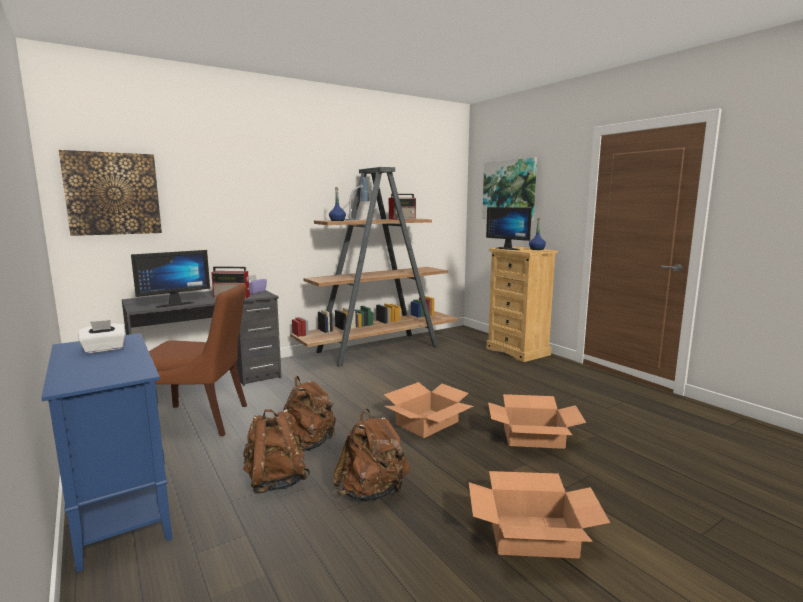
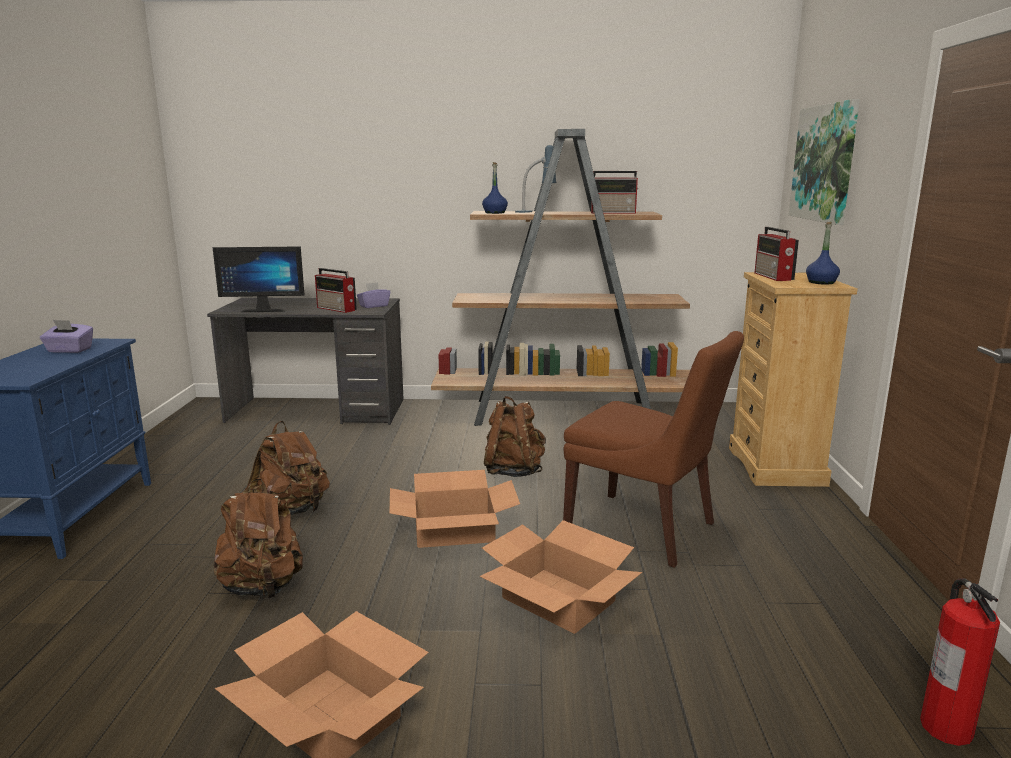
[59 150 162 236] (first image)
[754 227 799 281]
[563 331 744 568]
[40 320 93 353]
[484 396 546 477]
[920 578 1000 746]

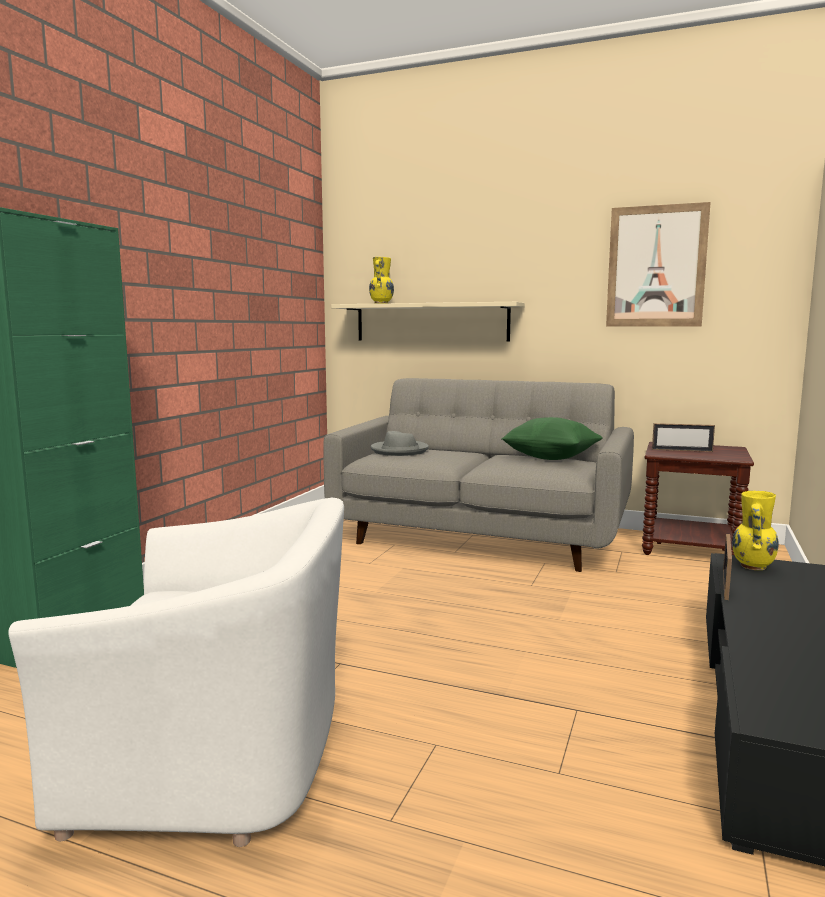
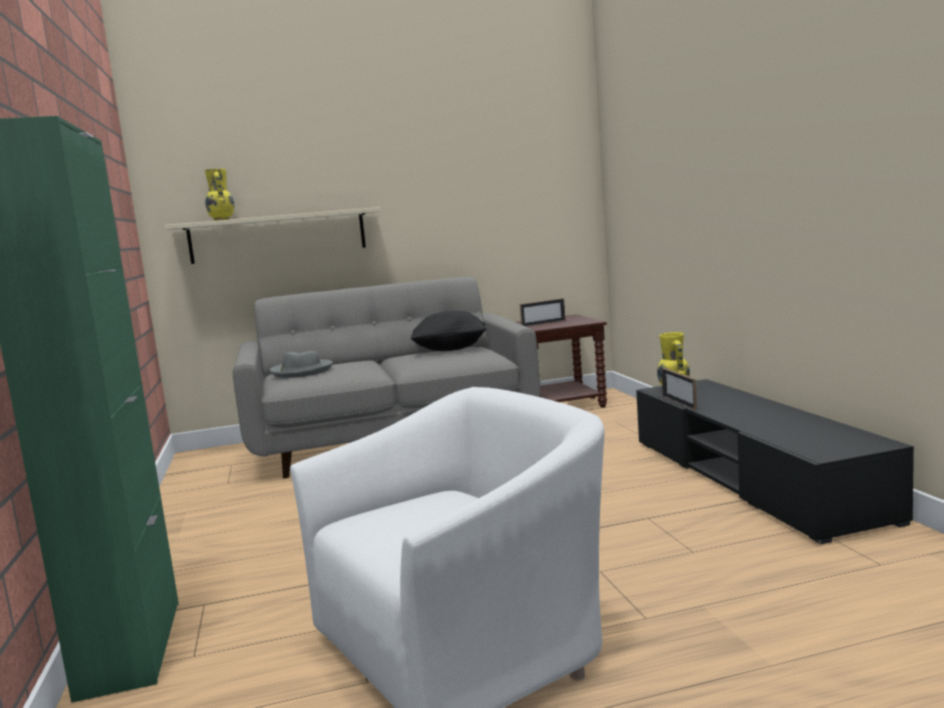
[606 202 711 327] (first image)
[410 311 487 351]

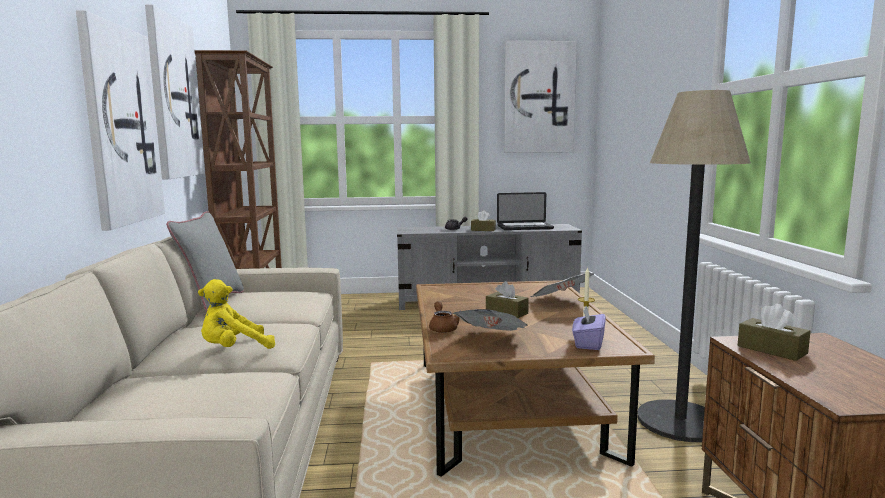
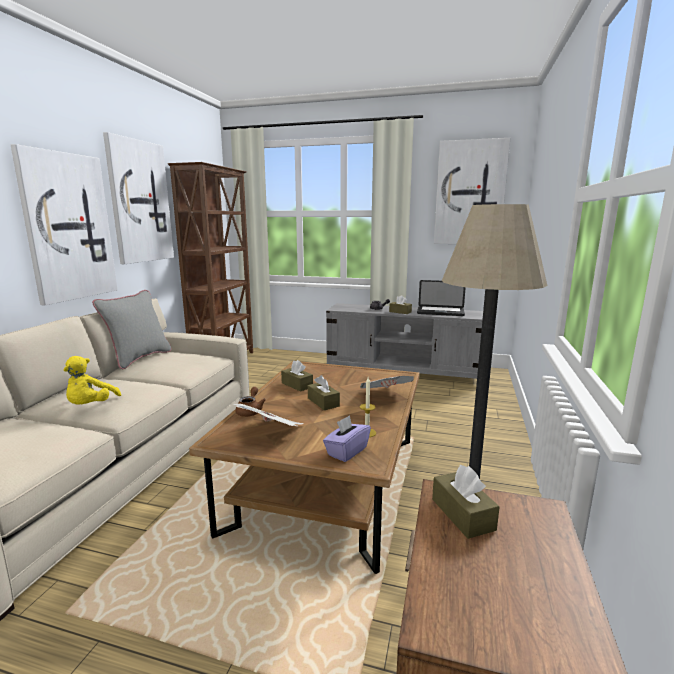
[64 356 121 405]
[281 360 313 392]

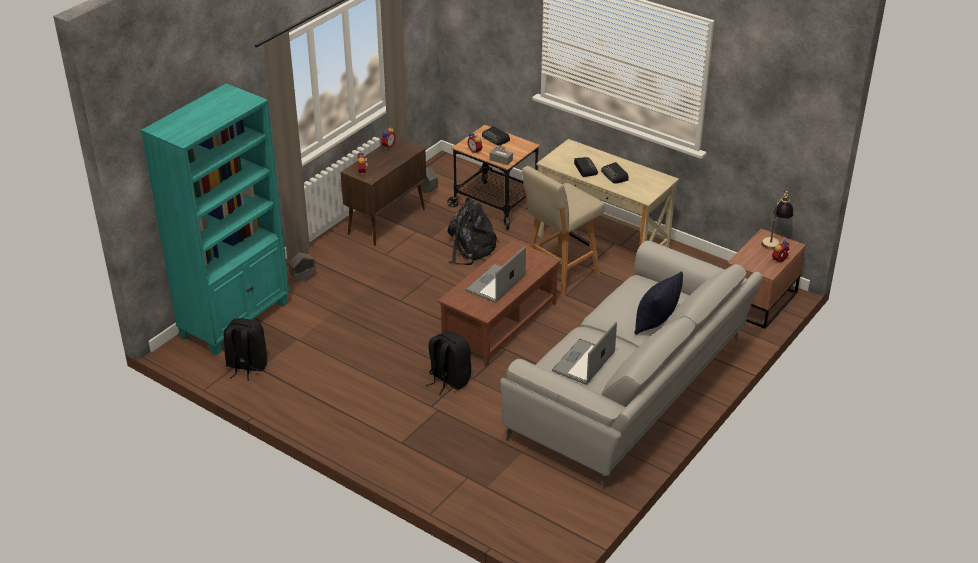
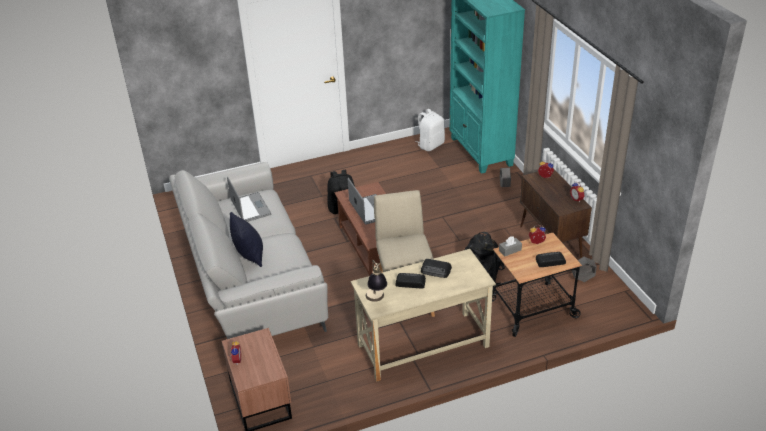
[366 260 387 302]
[416 109 445 151]

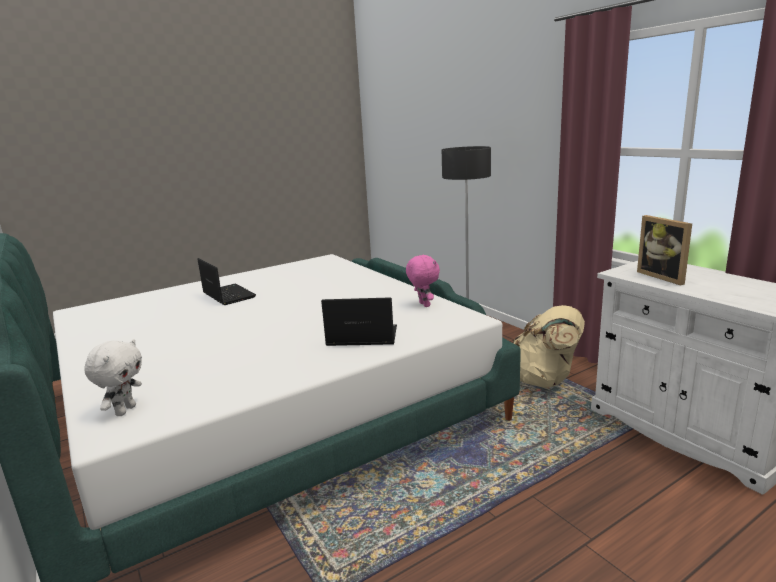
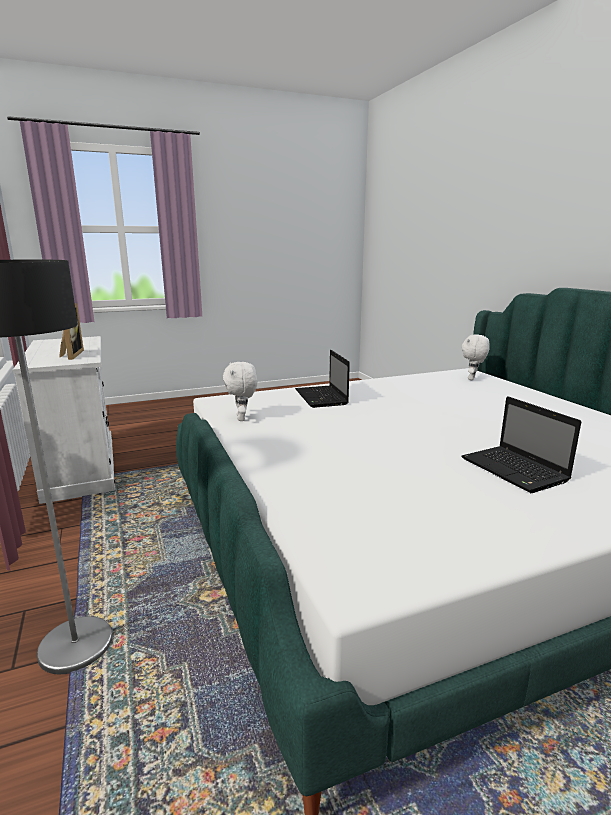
[223 362 257 421]
[295 350 350 408]
[512 305 585 388] (first image)

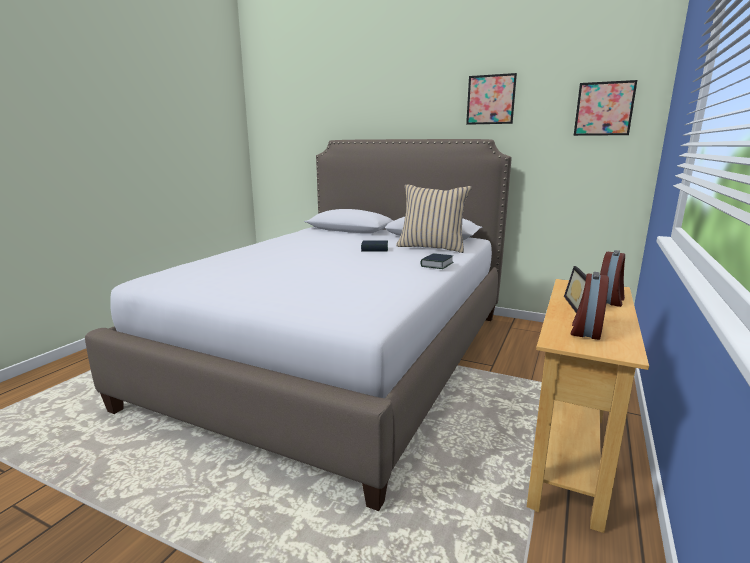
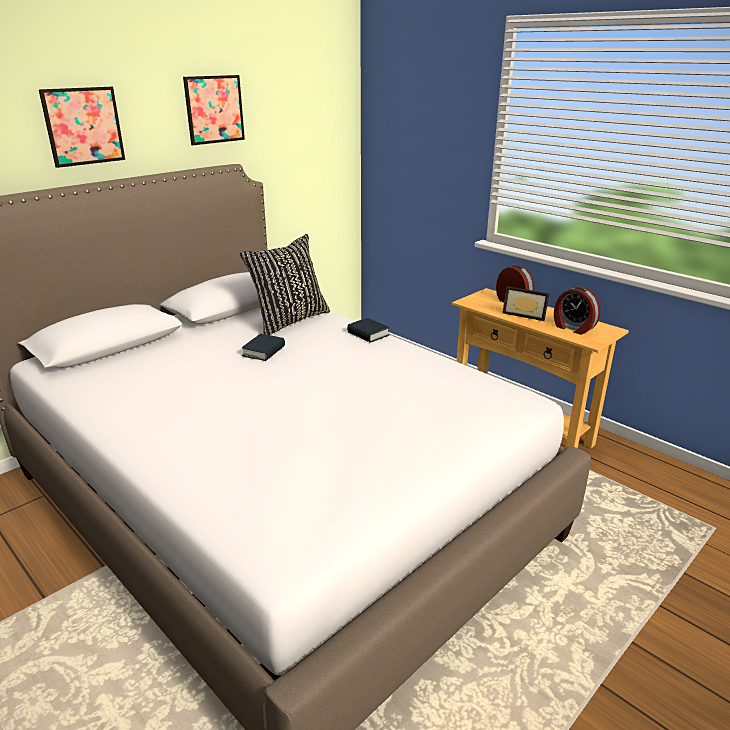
[39 87 125 168]
[240 234 330 335]

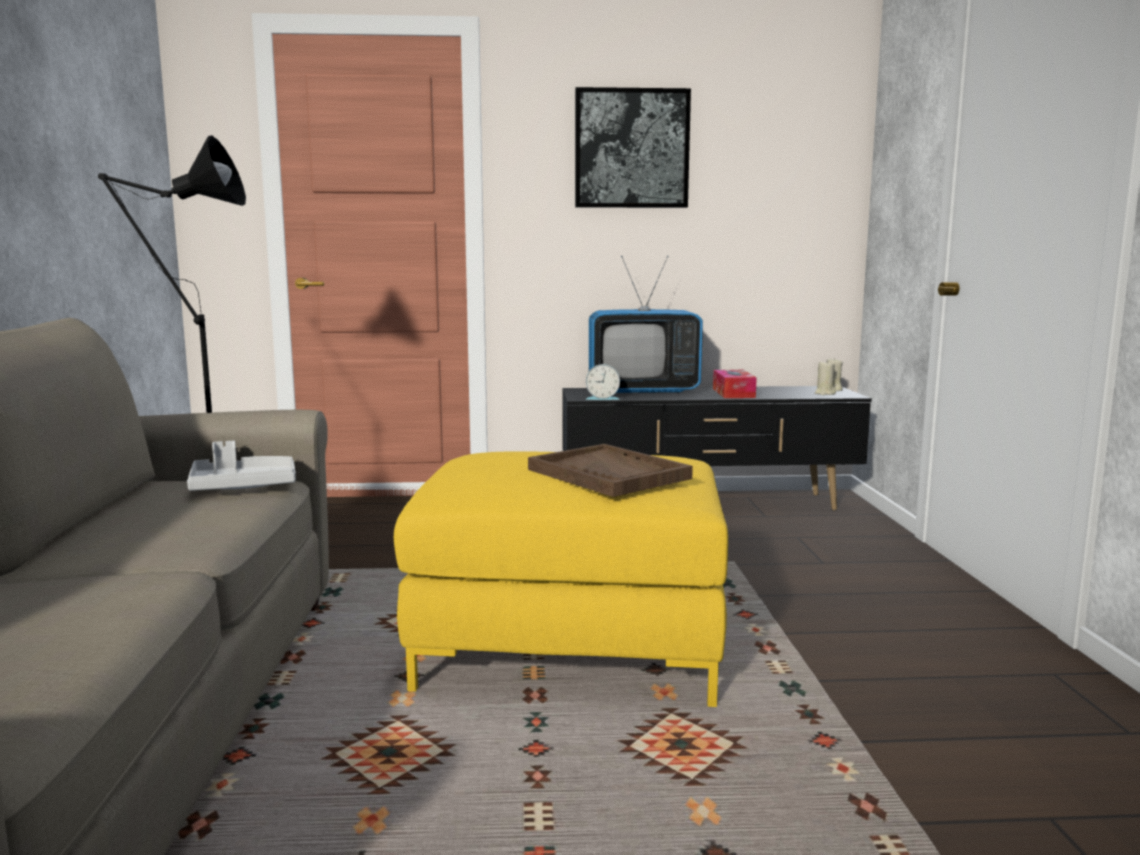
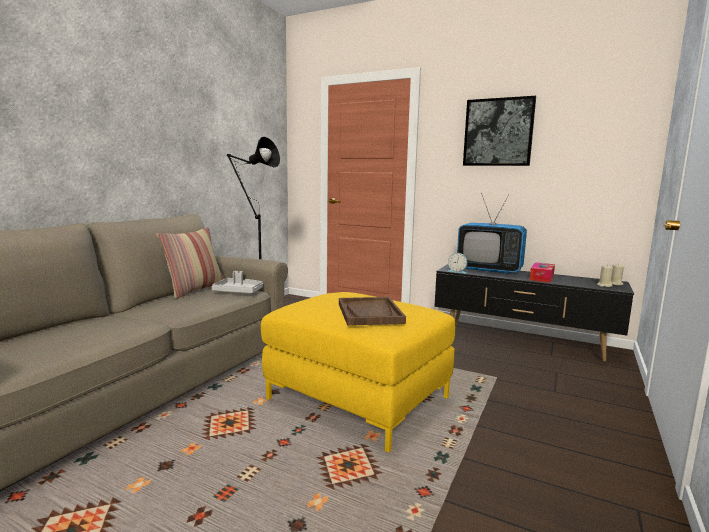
[156 228 224 299]

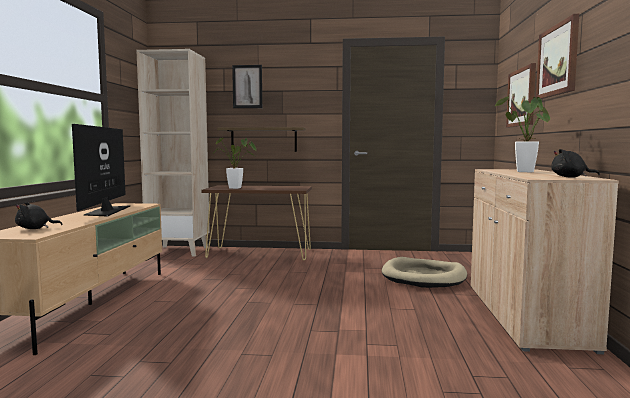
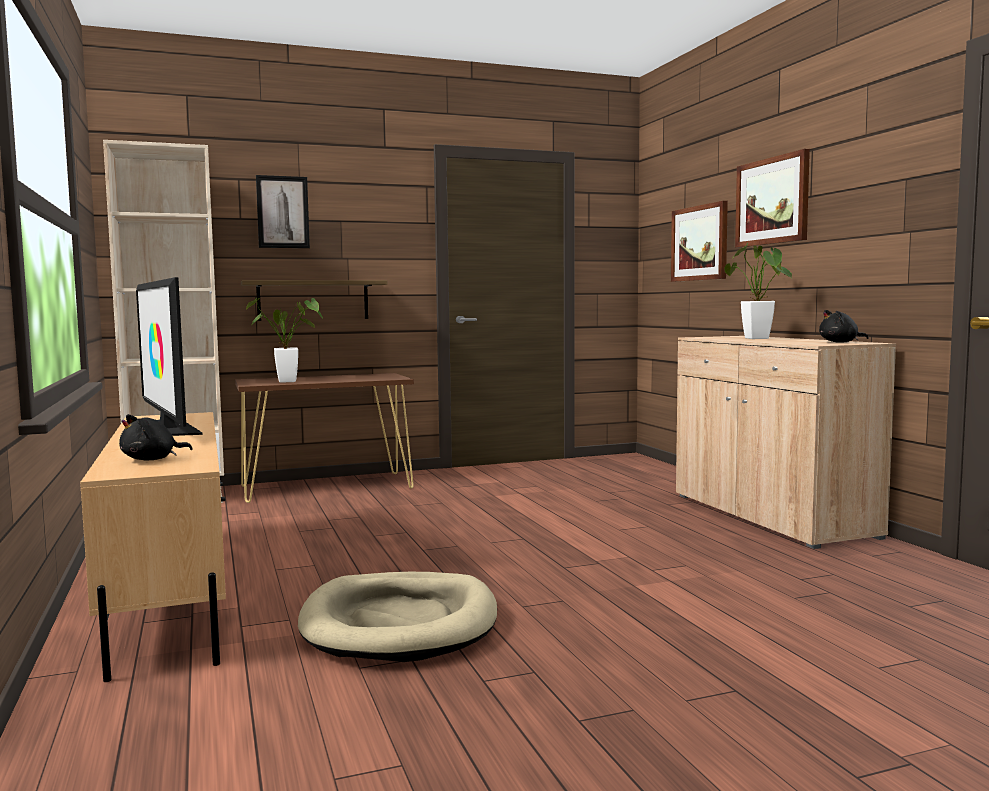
[298 572 497 662]

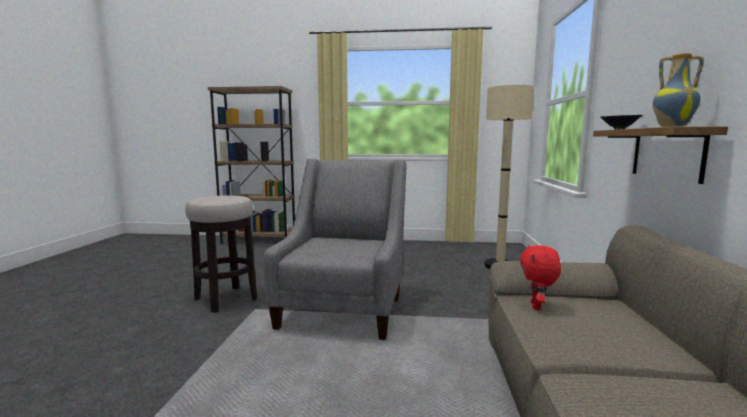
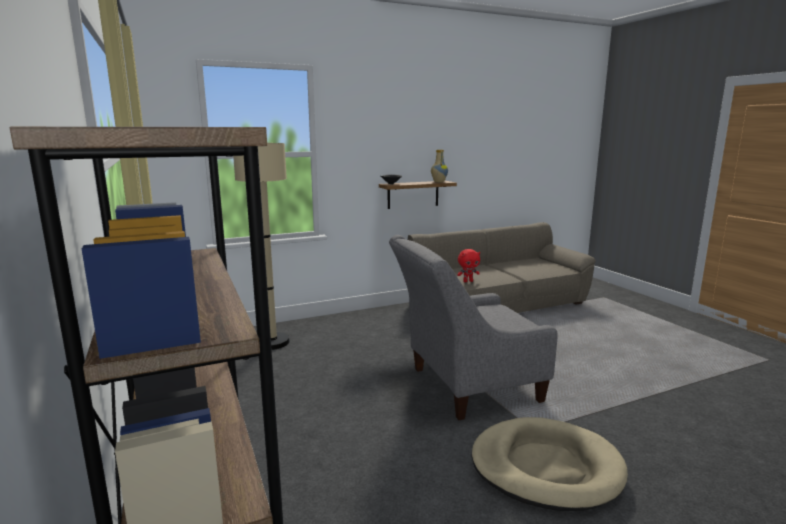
[472 417 628 511]

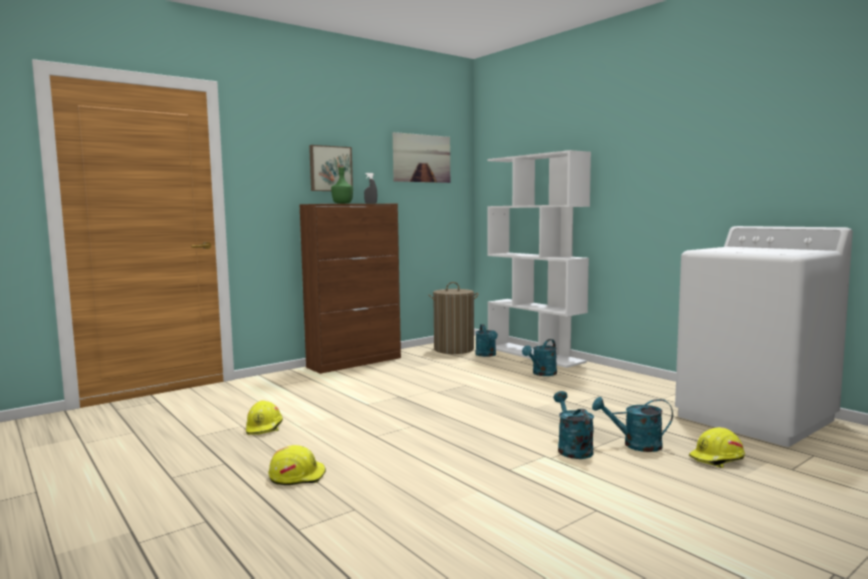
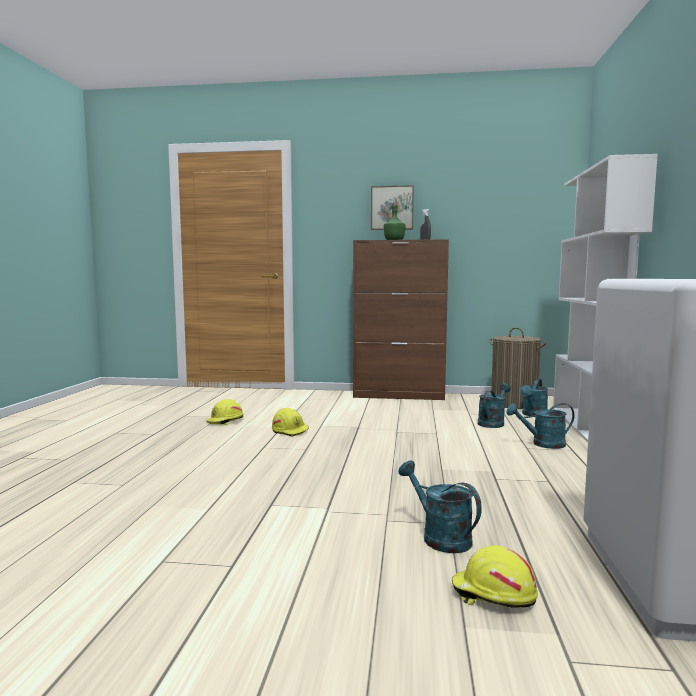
[393 132 450 183] (first image)
[478 383 511 428]
[272 408 309 437]

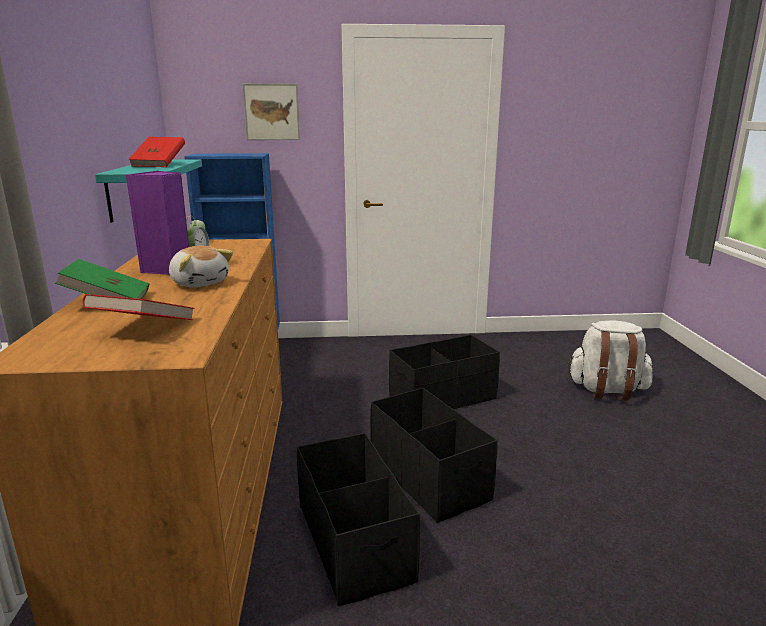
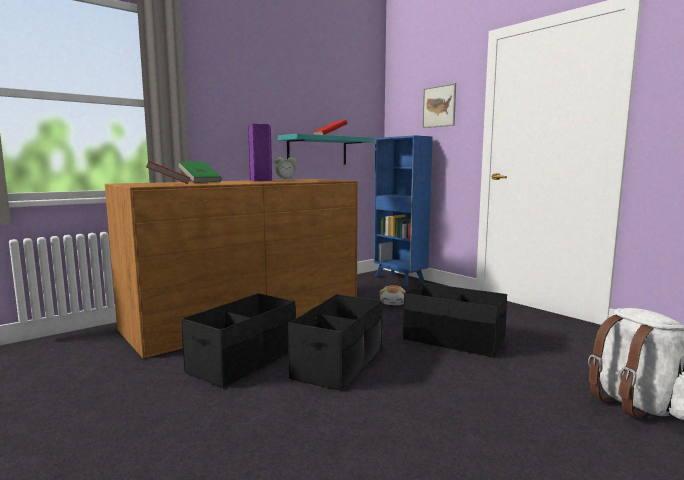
[379 285 406 305]

